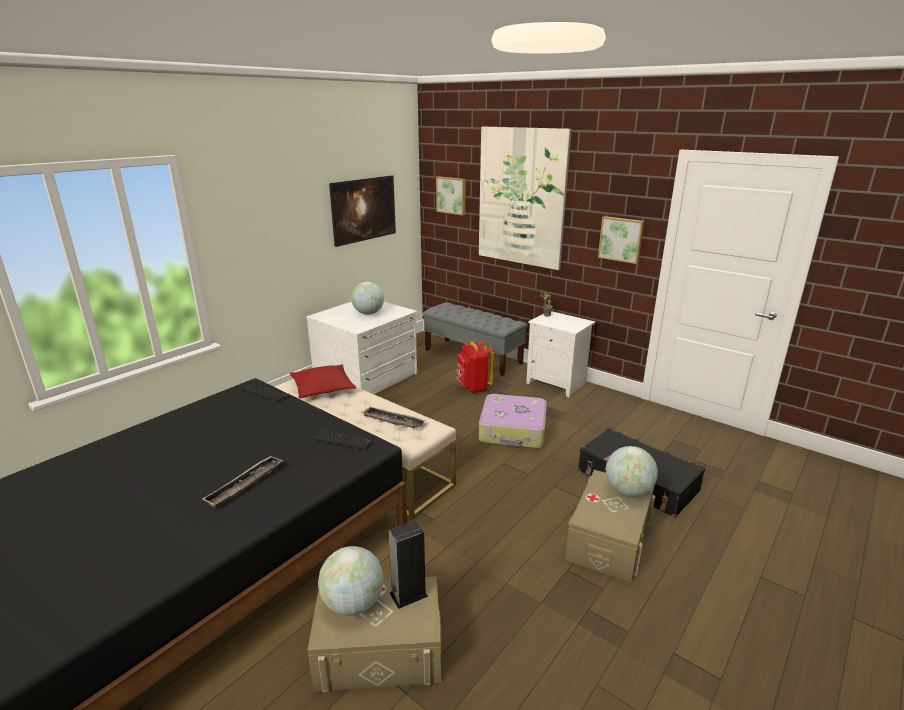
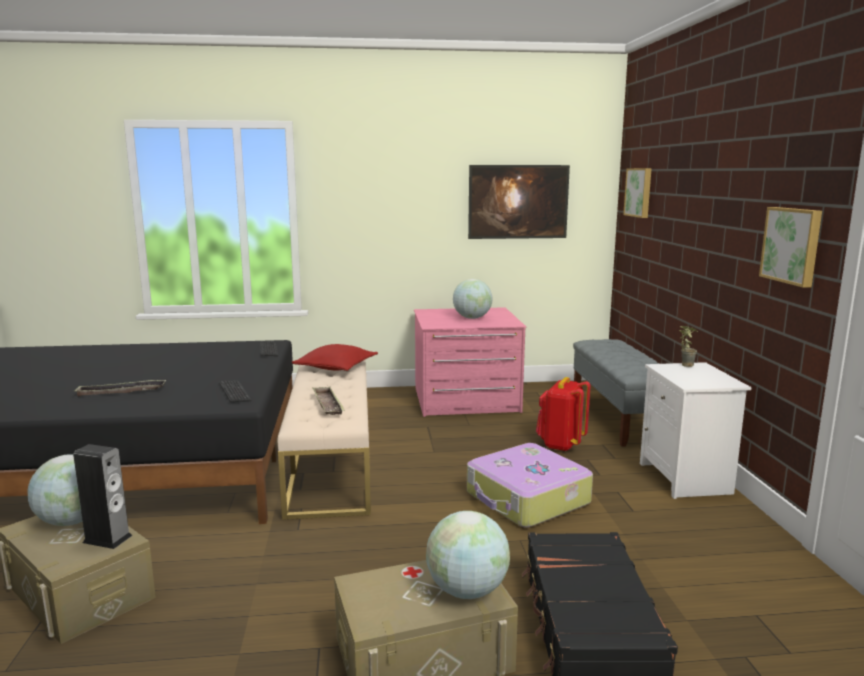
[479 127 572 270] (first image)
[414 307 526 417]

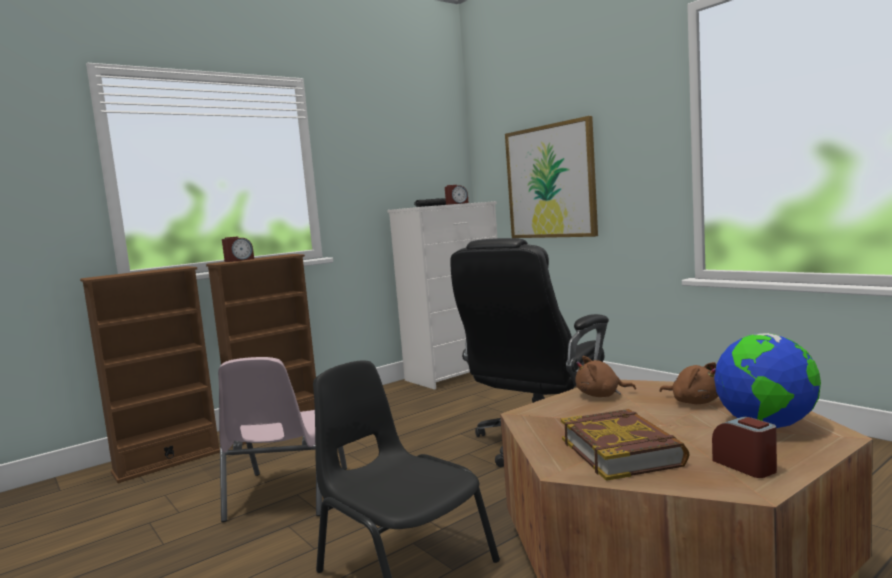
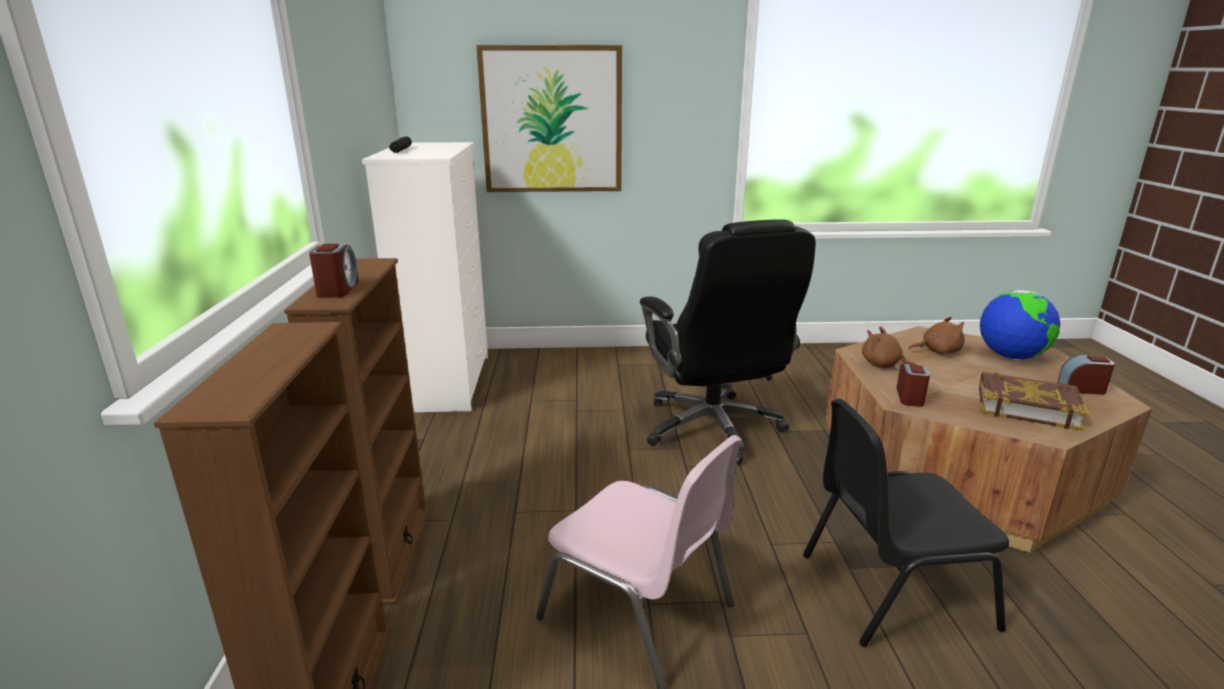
[896 364 930 407]
[862 326 917 370]

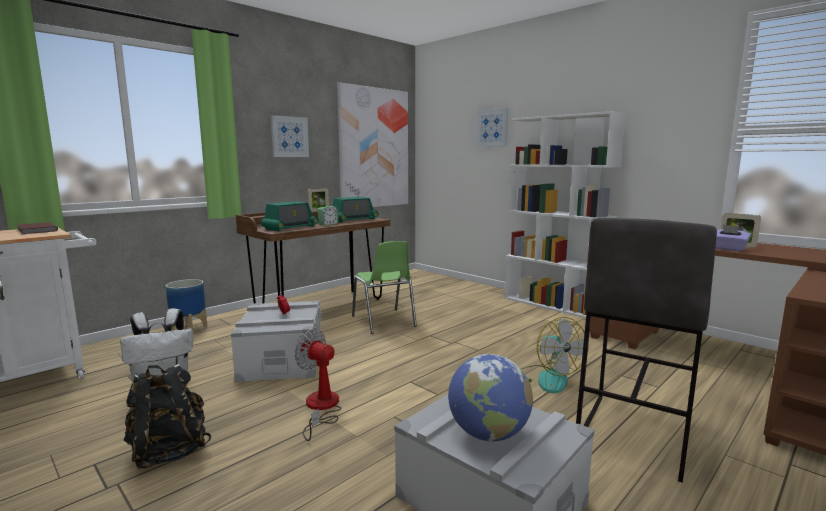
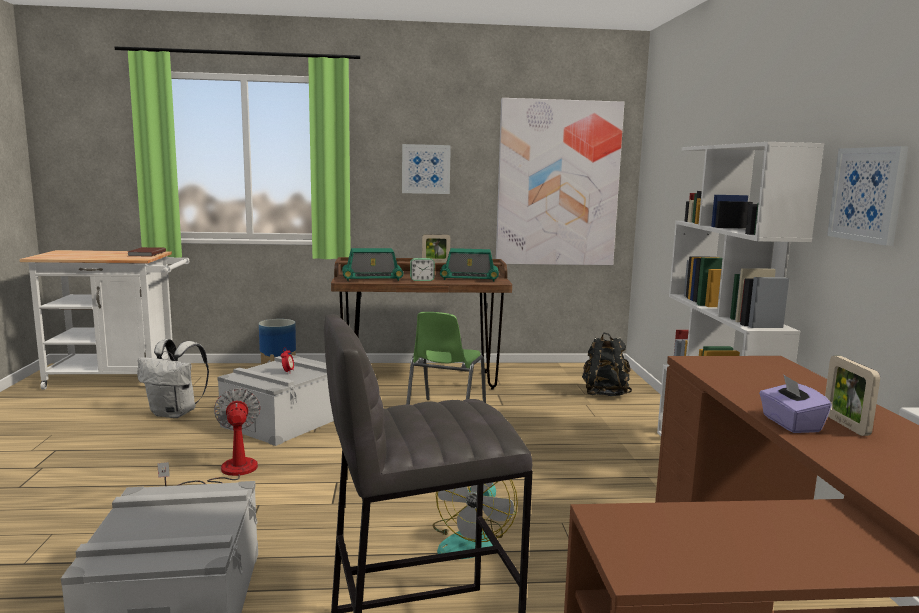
[827 146 908 246]
[448 354 533 442] (first image)
[582 333 632 396]

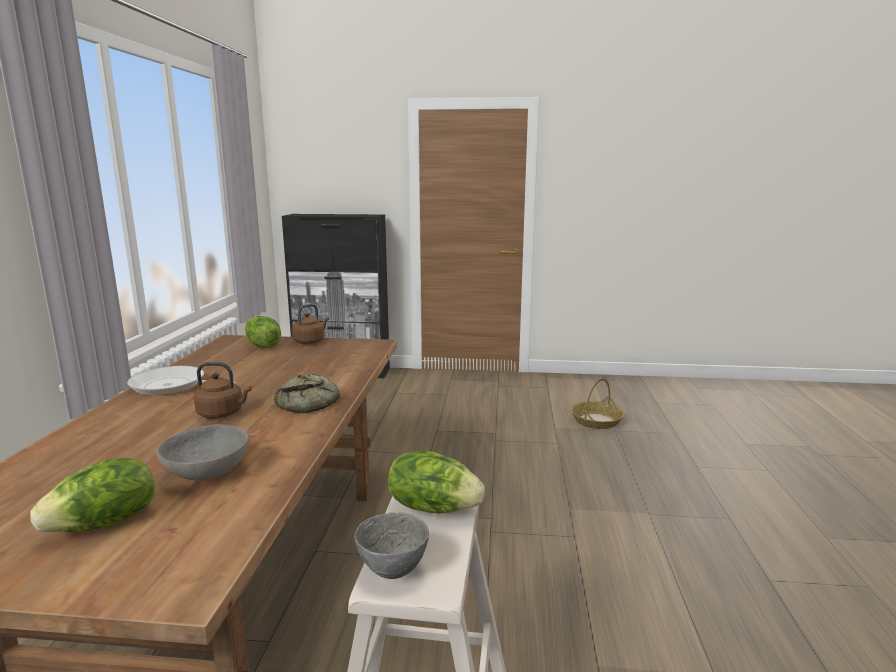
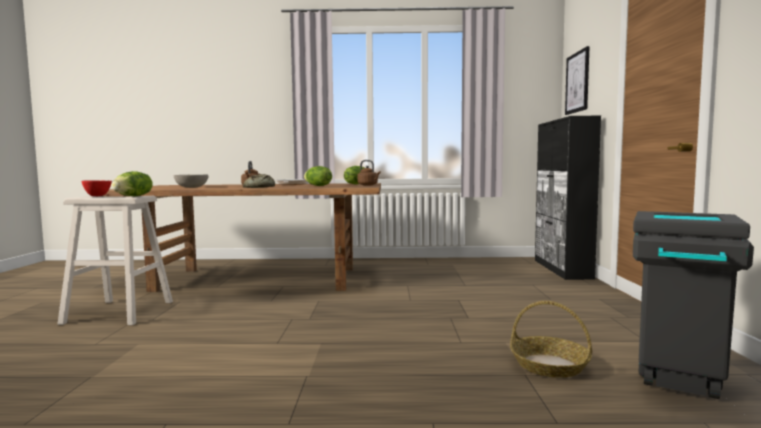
[304 166 332 186]
[81 180 112 196]
[565 46 589 115]
[633 211 754 399]

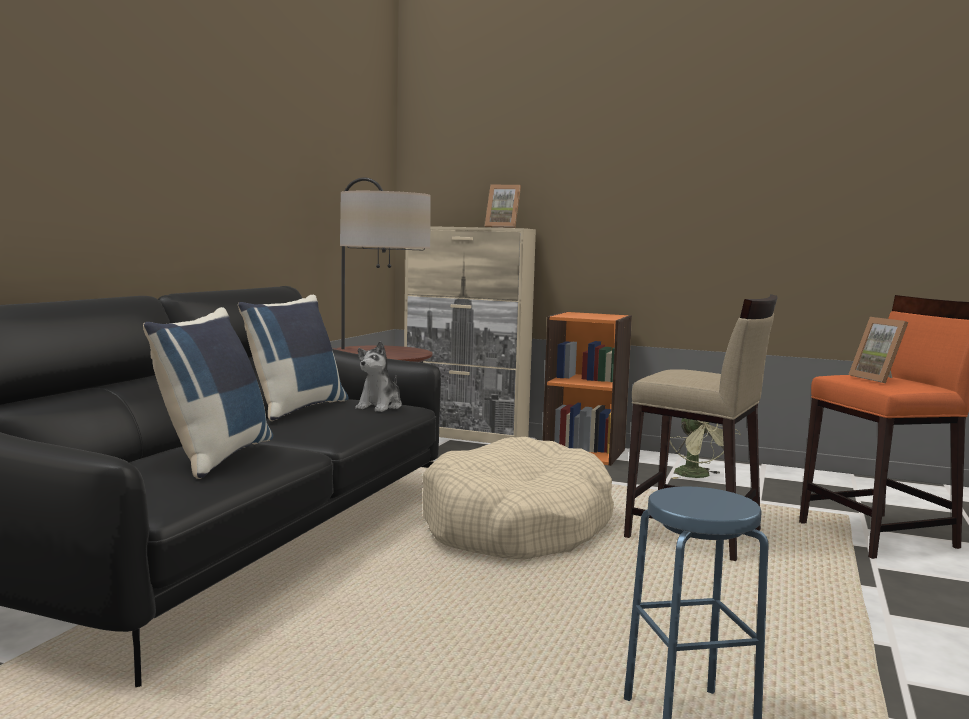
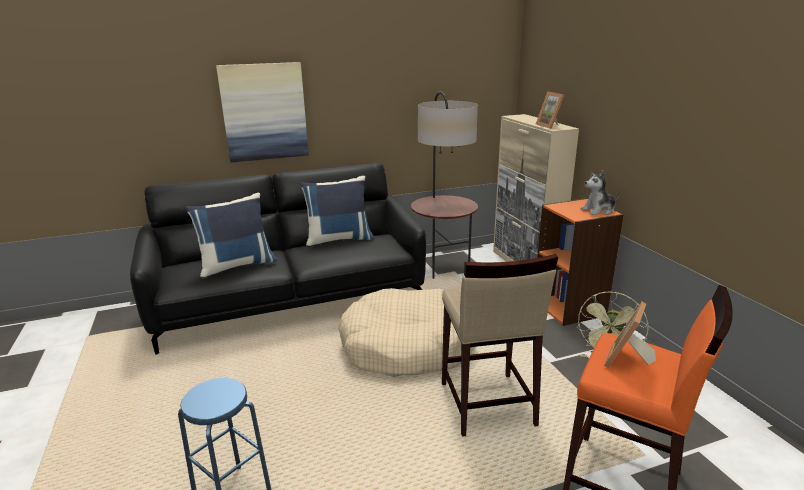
[581 170 619 215]
[216 62 309 162]

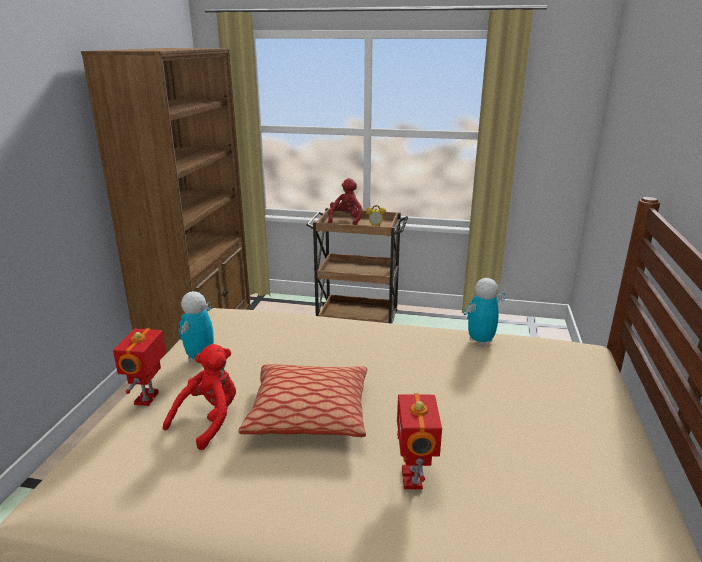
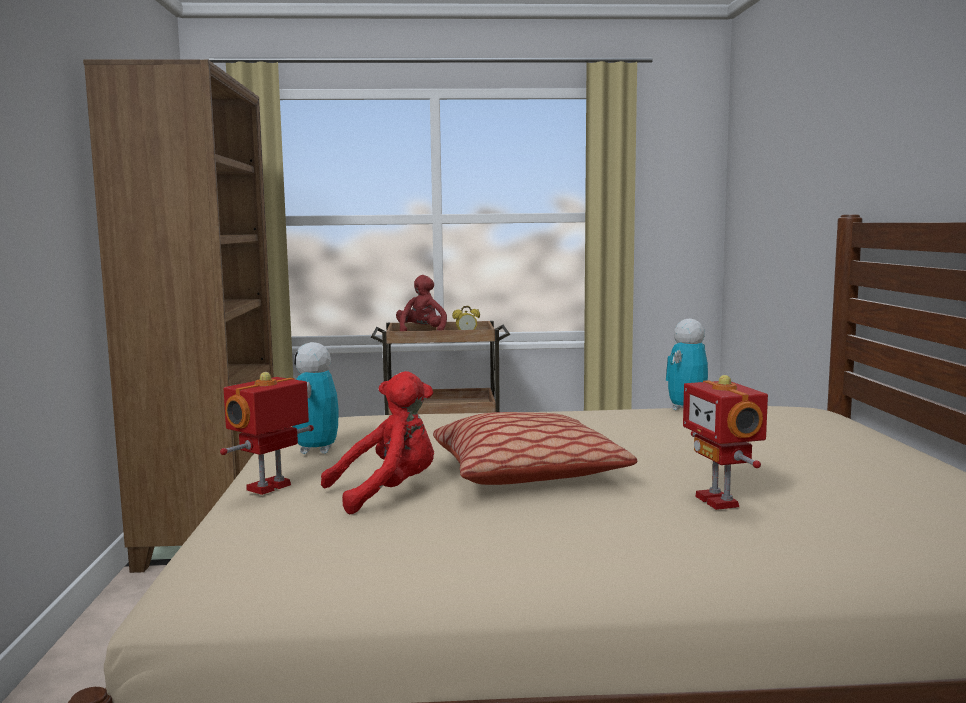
[220 372 314 495]
[321 371 434 515]

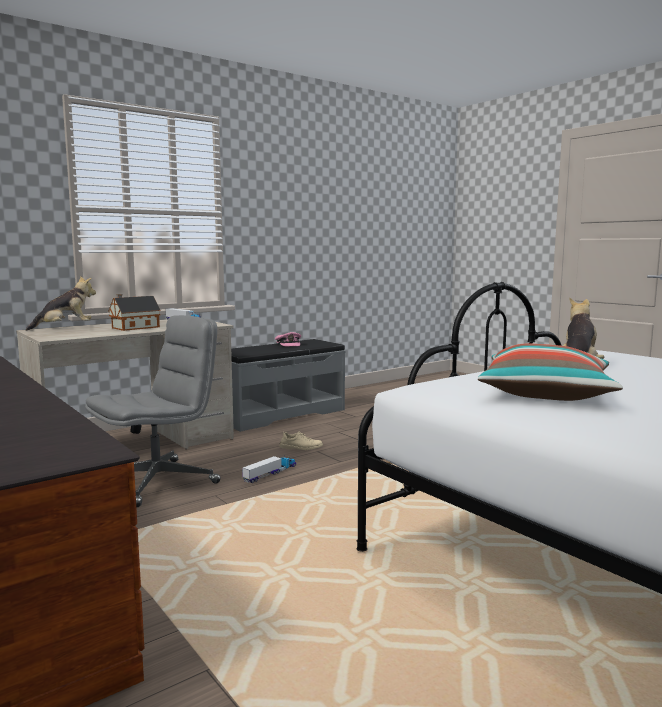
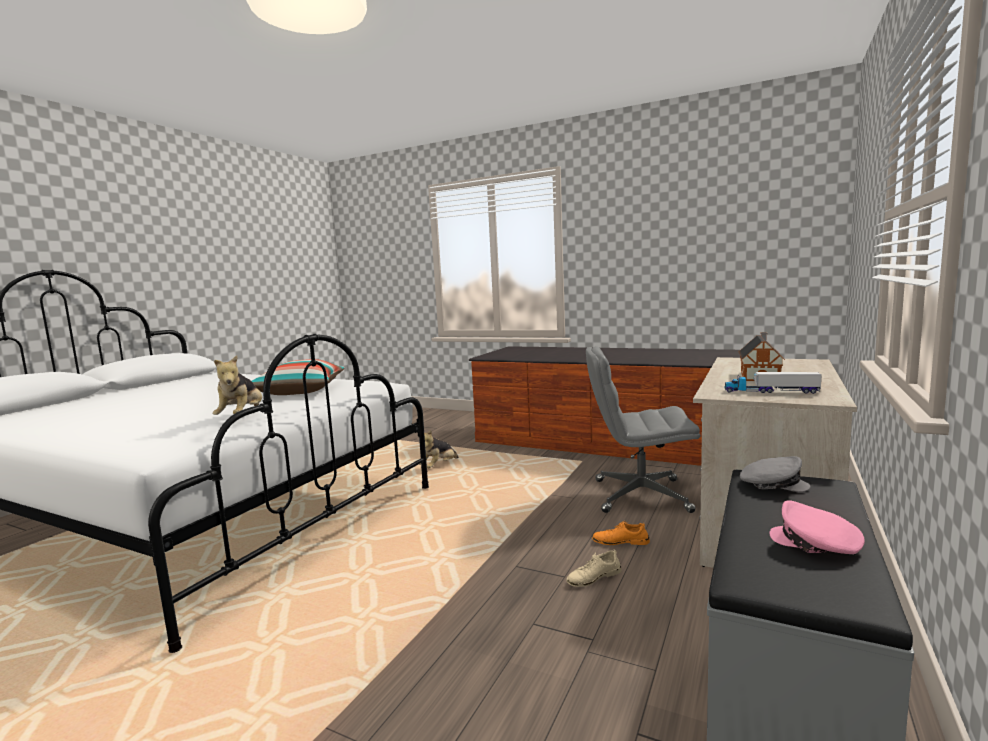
[419 430 459 468]
[586 346 701 513]
[242 456 296 483] (first image)
[740 456 810 492]
[592 521 650 545]

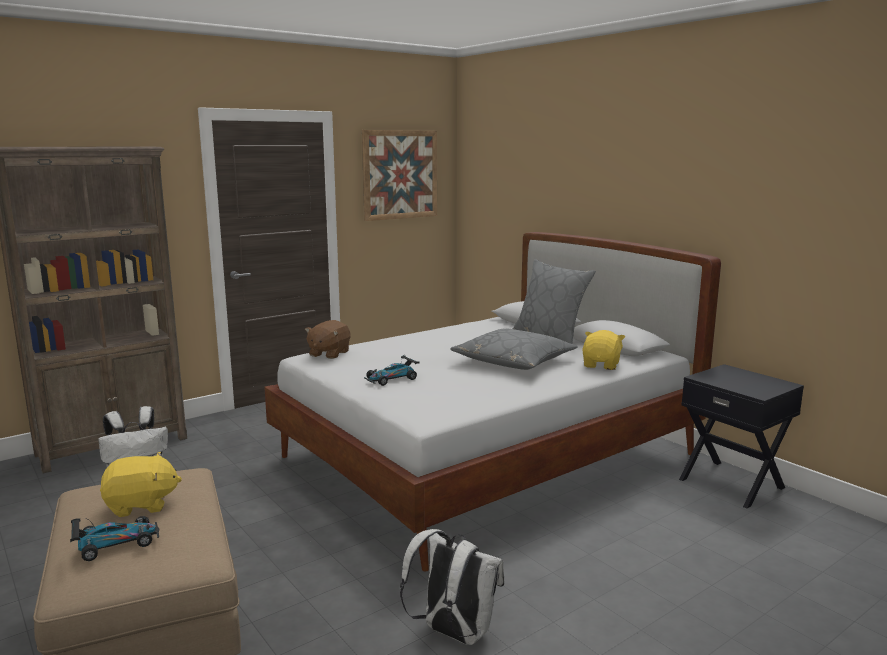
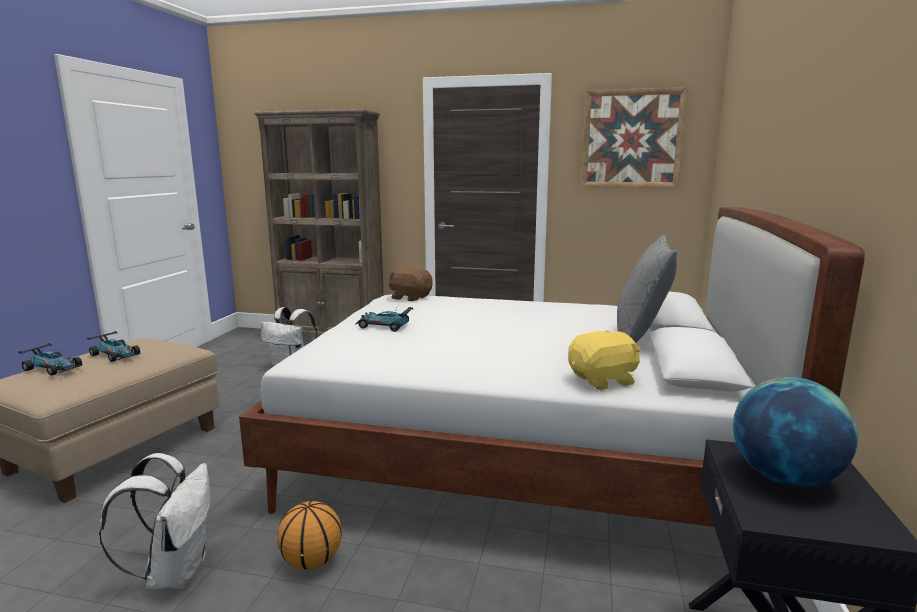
[389 267 433 301]
[450 328 578 370] (first image)
[87 330 140 362]
[733 377 858 487]
[277 501 342 569]

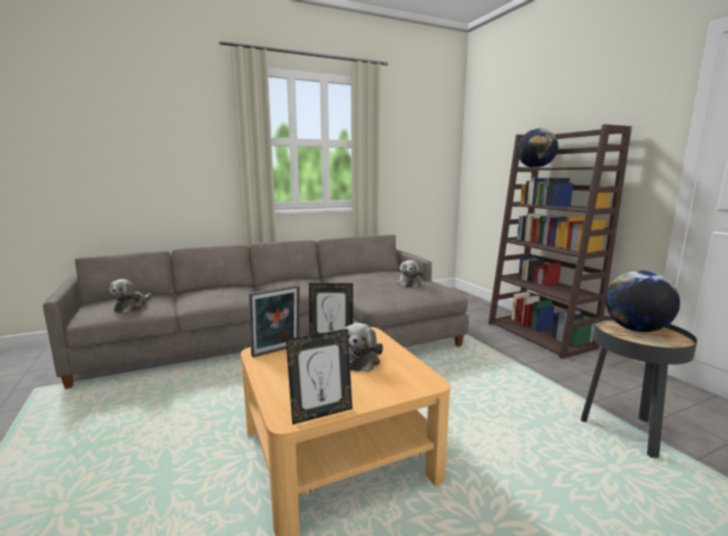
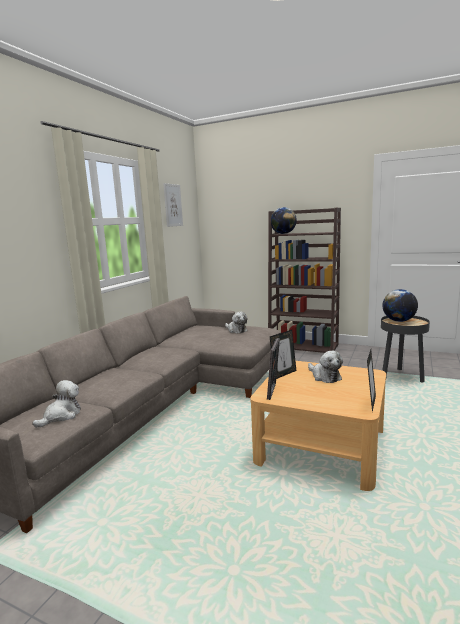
[32 380 81 428]
[163 183 183 227]

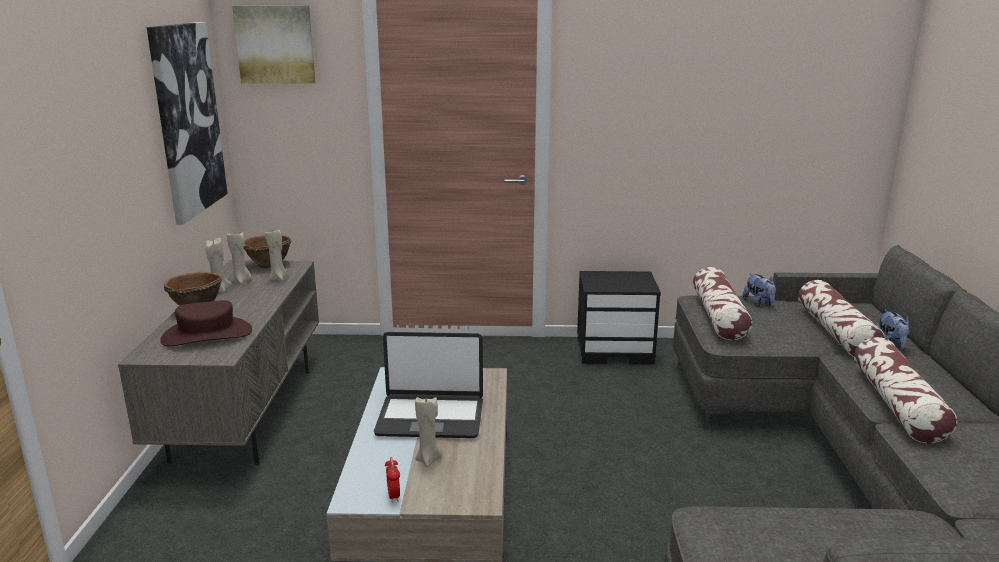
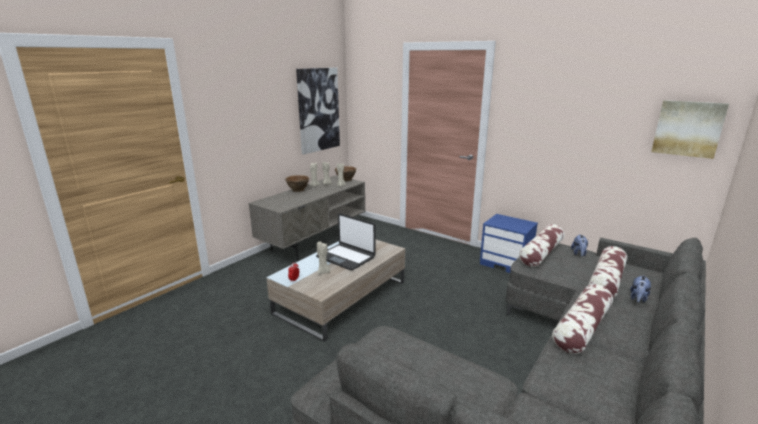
[651 100 729 159]
[480 214 538 273]
[160 300 252 346] (first image)

